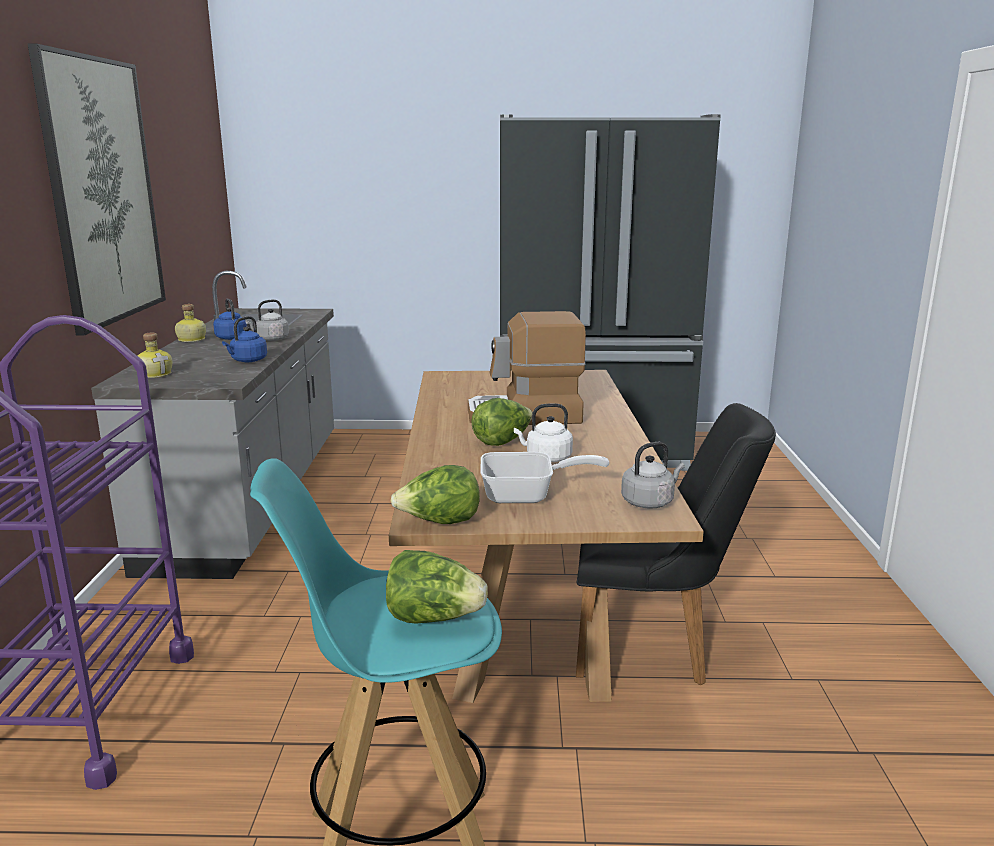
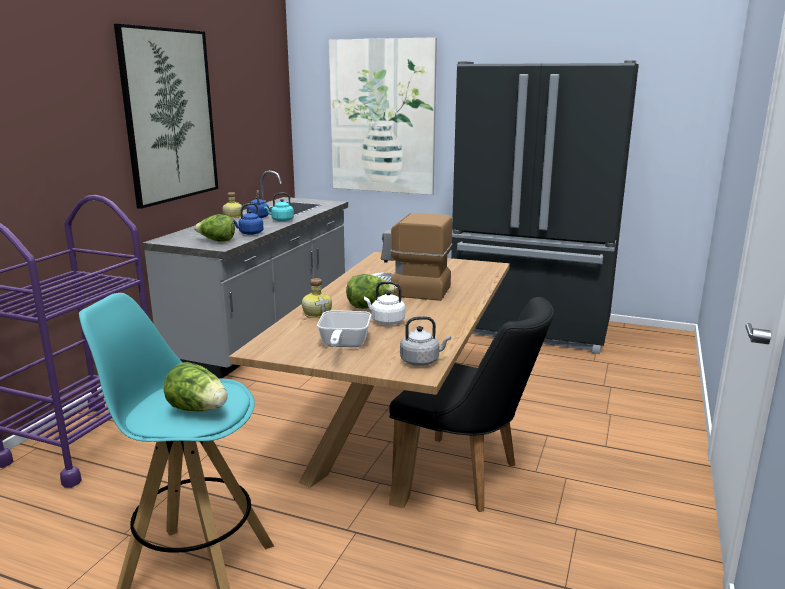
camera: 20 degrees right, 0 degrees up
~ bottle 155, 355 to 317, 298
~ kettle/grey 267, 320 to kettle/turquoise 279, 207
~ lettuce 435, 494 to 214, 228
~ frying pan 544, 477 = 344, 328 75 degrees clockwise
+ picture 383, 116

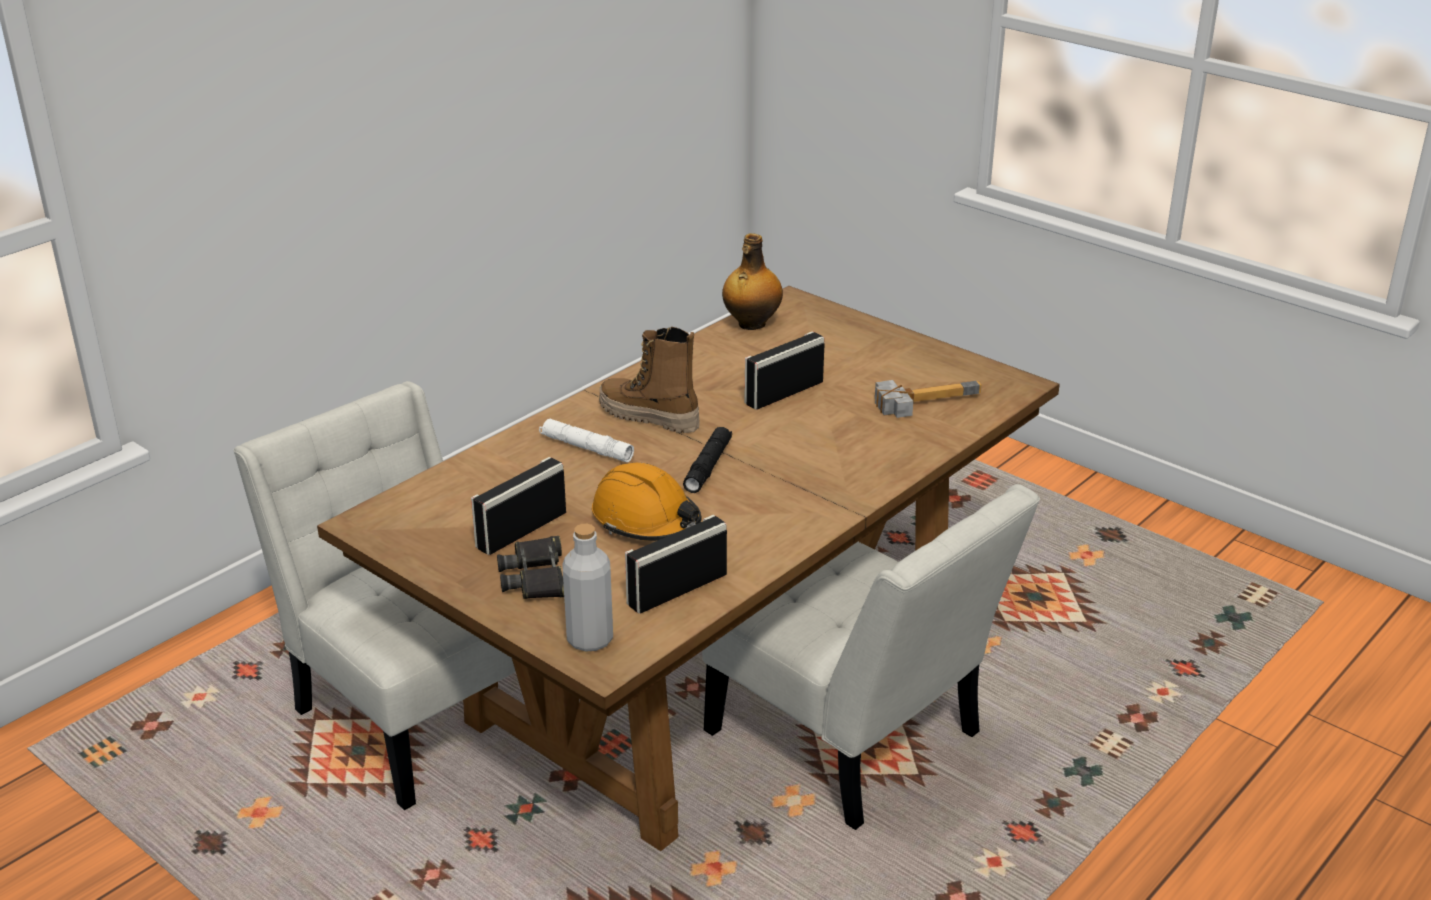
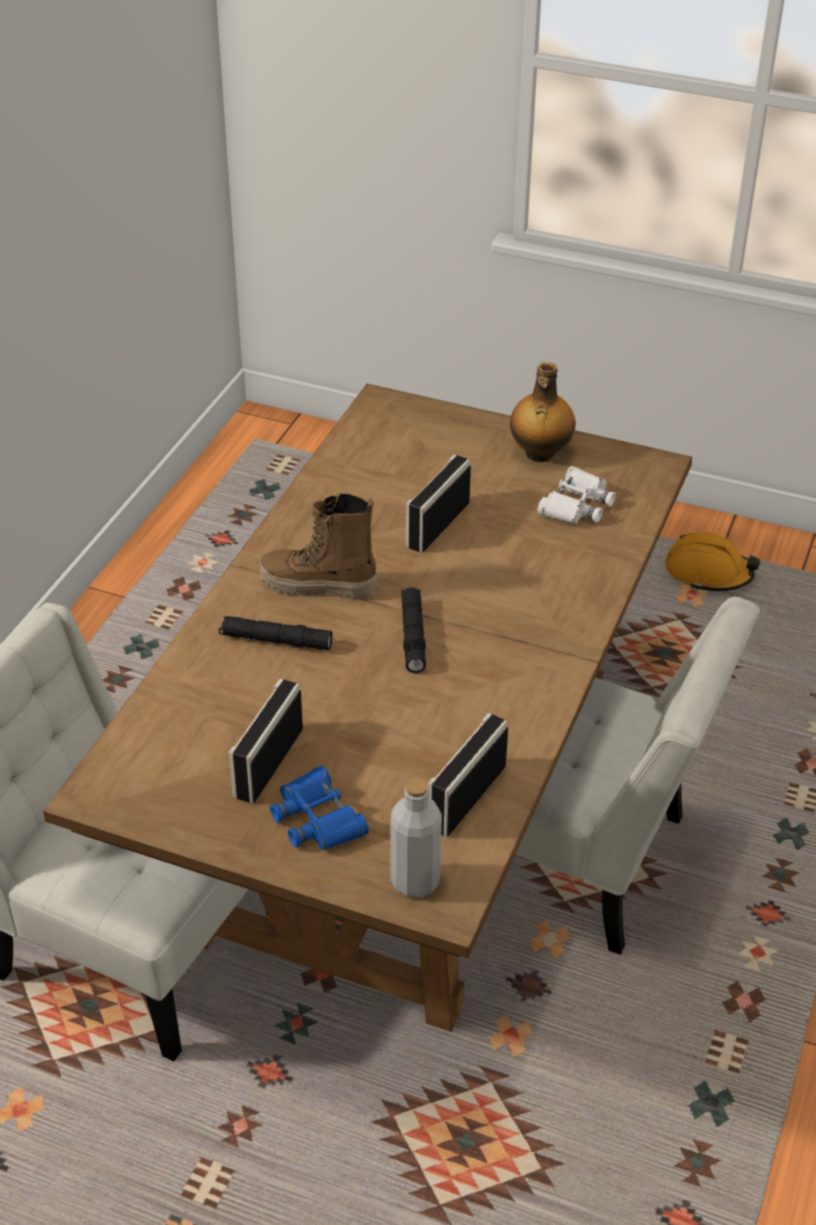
camera: 20 degrees left, 10 degrees up
~ binoculars/black 530, 567 to binoculars/blue 319, 808
~ flashlight/white 586, 440 to flashlight/black 275, 633
~ hard hat/orange 647, 502 to 713, 561
~ bottle 752, 281 to 543, 412
~ hammer 928, 399 to binoculars/white 576, 495

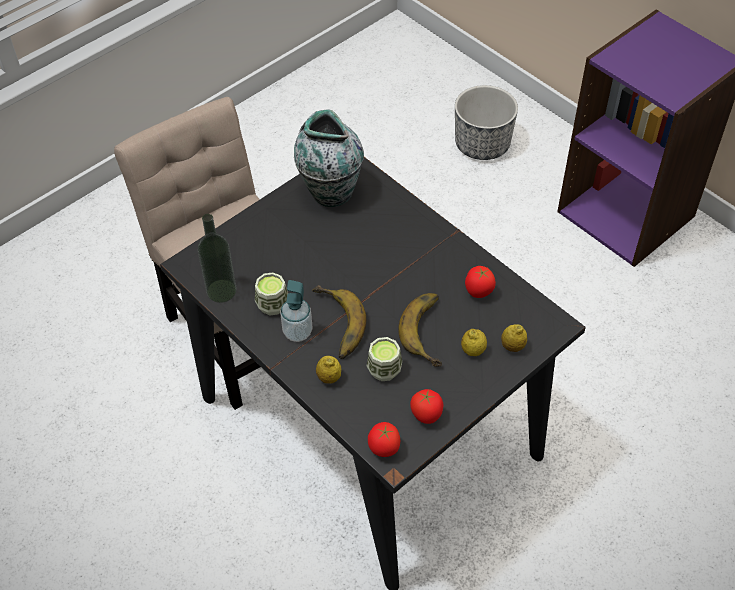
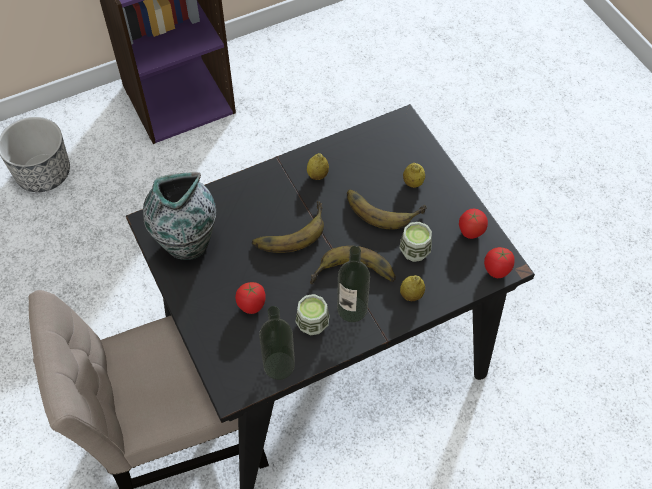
camera: 75 degrees left, 5 degrees up
~ soap dispenser 296, 311 to bottle 353, 284
~ tomato 480, 282 to 250, 298
~ lemon 514, 338 to 318, 166
+ banana 288, 227

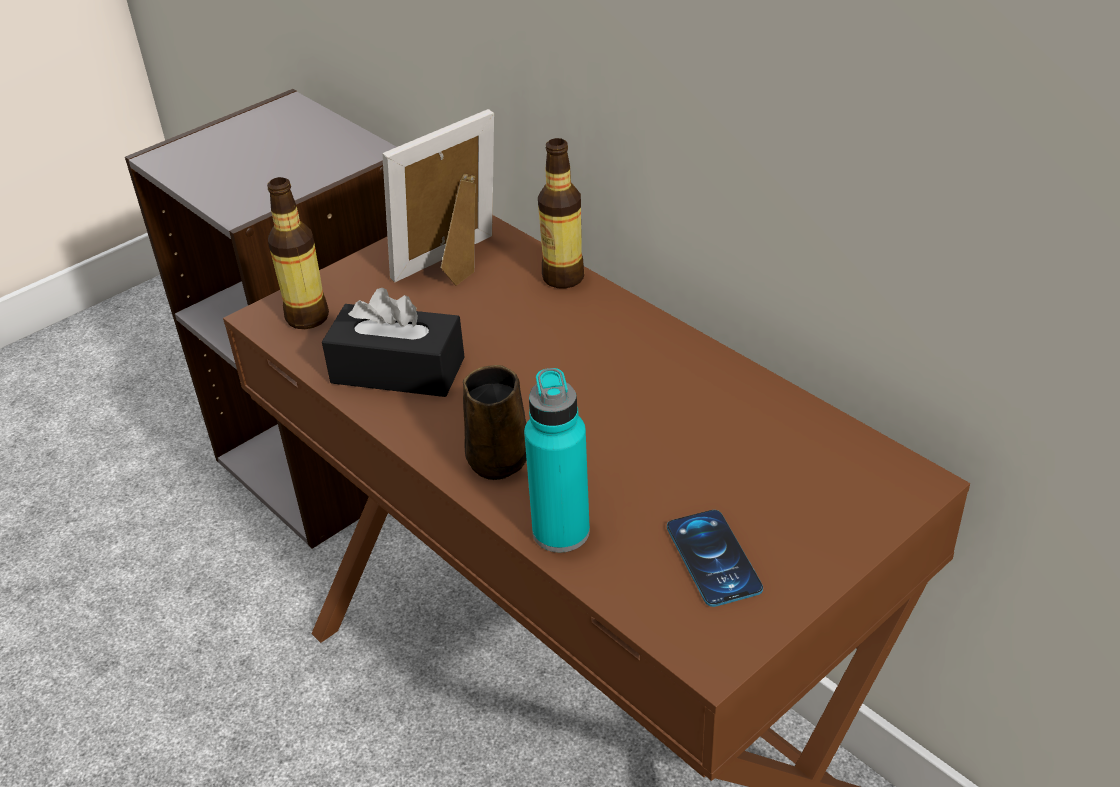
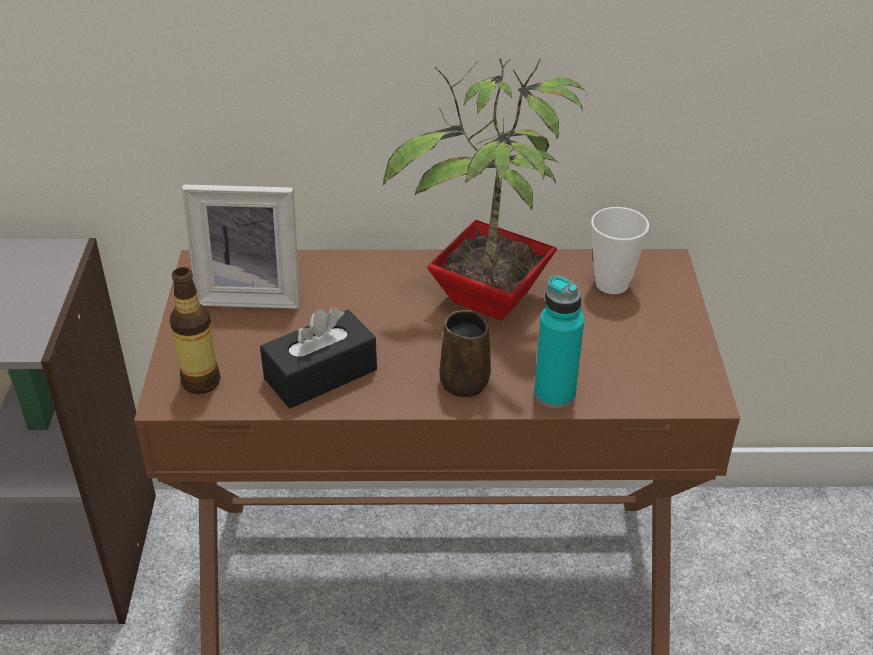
camera: 50 degrees left, 0 degrees up
~ picture frame 438, 197 = 241, 246 90 degrees counterclockwise
- bottle 561, 213
- phone 715, 558
+ potted plant 485, 189
+ cup 620, 250

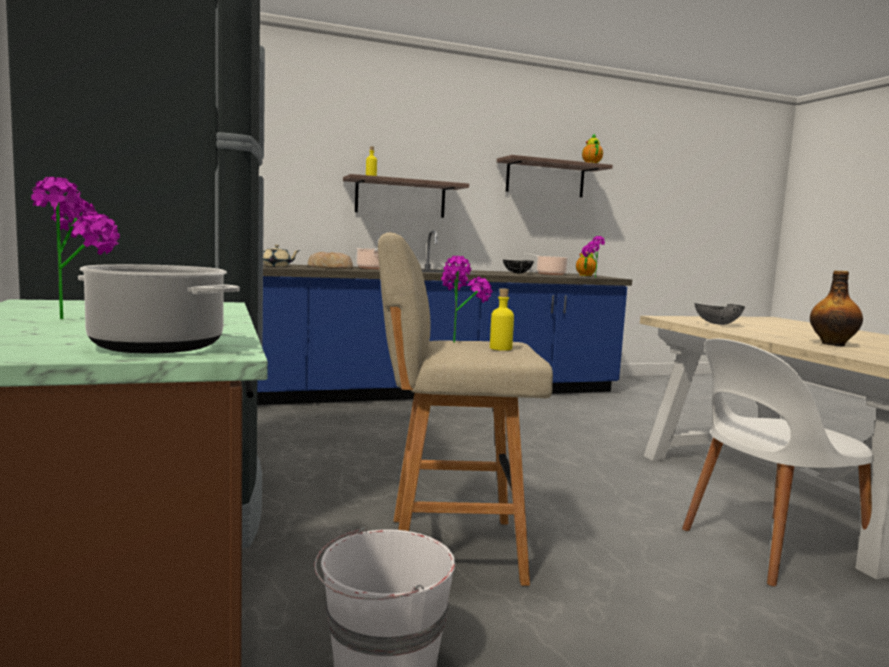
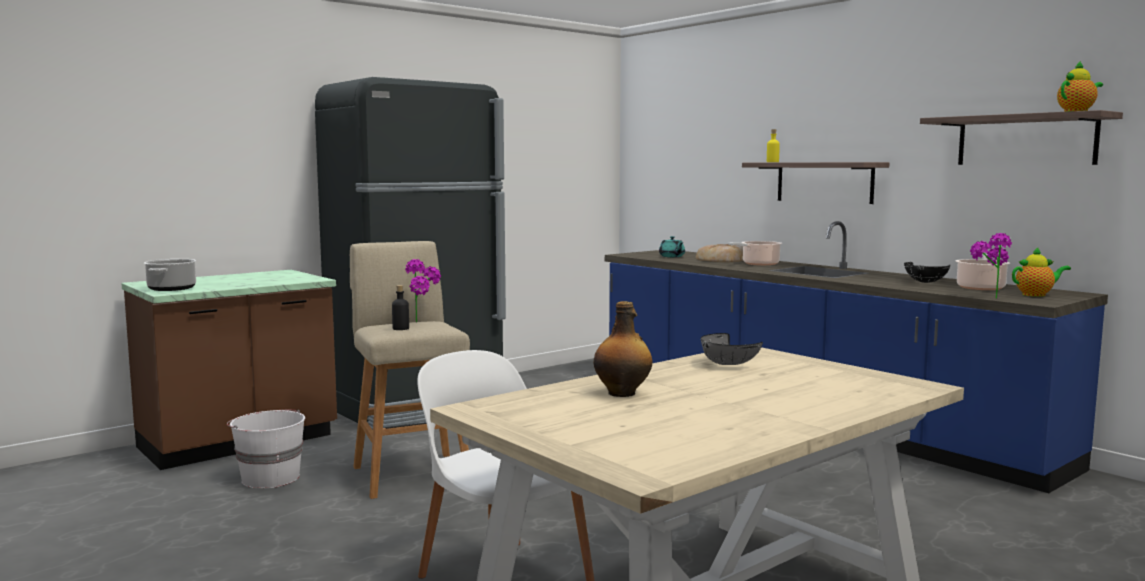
camera: 70 degrees right, 0 degrees up
- potted plant 75, 248
~ teapot/beige 281, 256 to teapot/turquoise 672, 246
~ bottle/yellow 502, 319 to bottle/black 400, 307

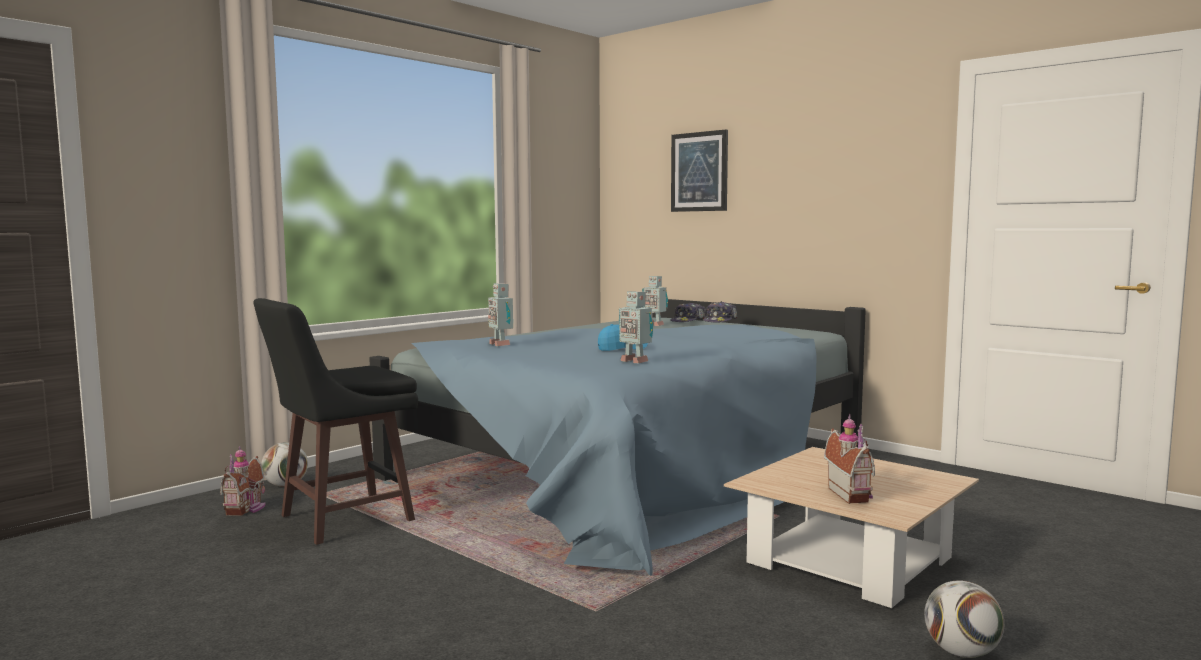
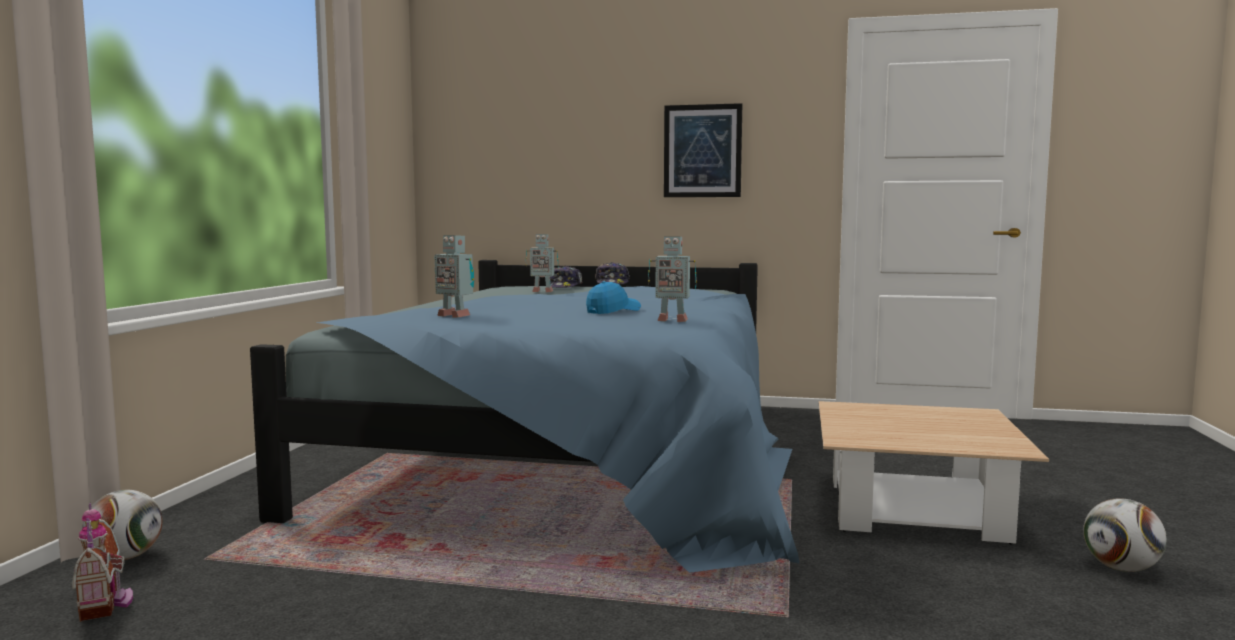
camera: 30 degrees left, 0 degrees up
- stool/black 335, 421
~ picture 699, 170 to 703, 150
- toy house 849, 459

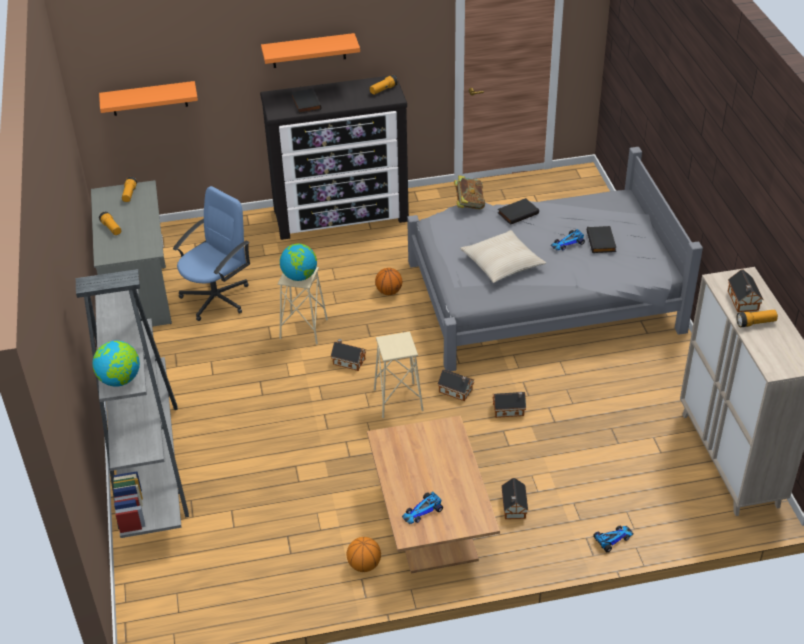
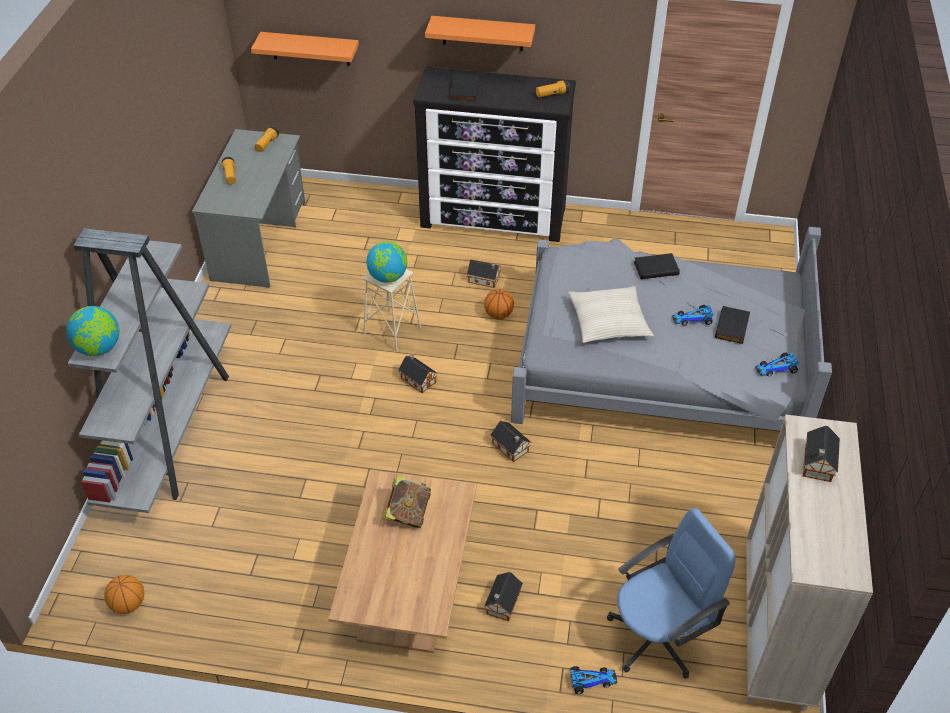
camera: 20 degrees right, 5 degrees up
~ office chair/blue 211, 253 to 671, 593
~ basketball 363, 554 to 124, 594
- stool/beige 399, 375
~ toy car 422, 507 to 776, 364
~ book 469, 192 to 406, 501
~ toy house 509, 405 to 484, 273
- flashlight 757, 318

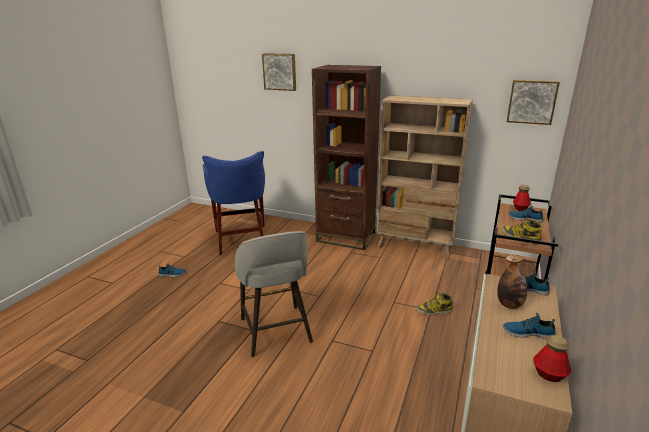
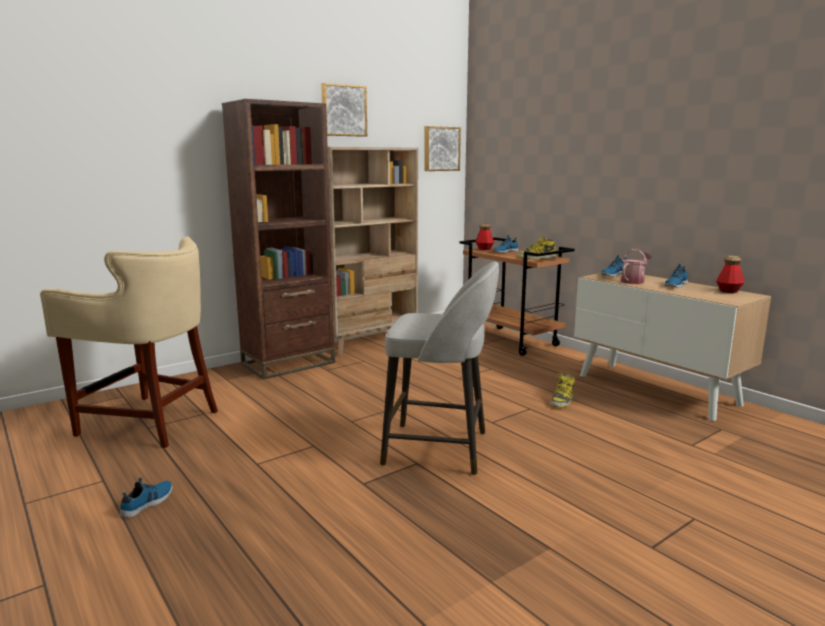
camera: 60 degrees left, 10 degrees down
~ stool/blue 233, 203 to stool/beige 129, 342
~ picture 279, 72 to 344, 110
~ boot 434, 303 to 562, 390
~ bottle 512, 282 to watering can 636, 266

